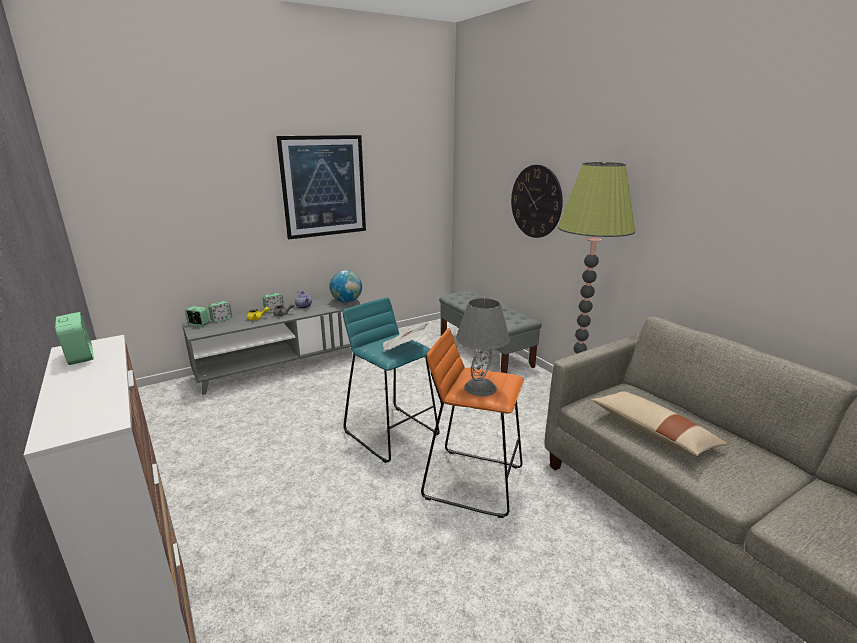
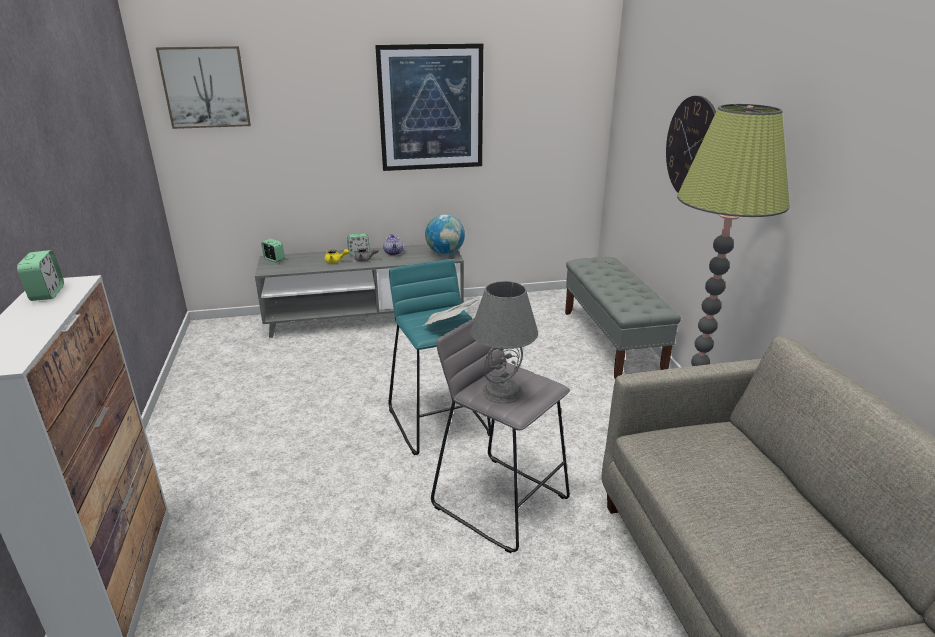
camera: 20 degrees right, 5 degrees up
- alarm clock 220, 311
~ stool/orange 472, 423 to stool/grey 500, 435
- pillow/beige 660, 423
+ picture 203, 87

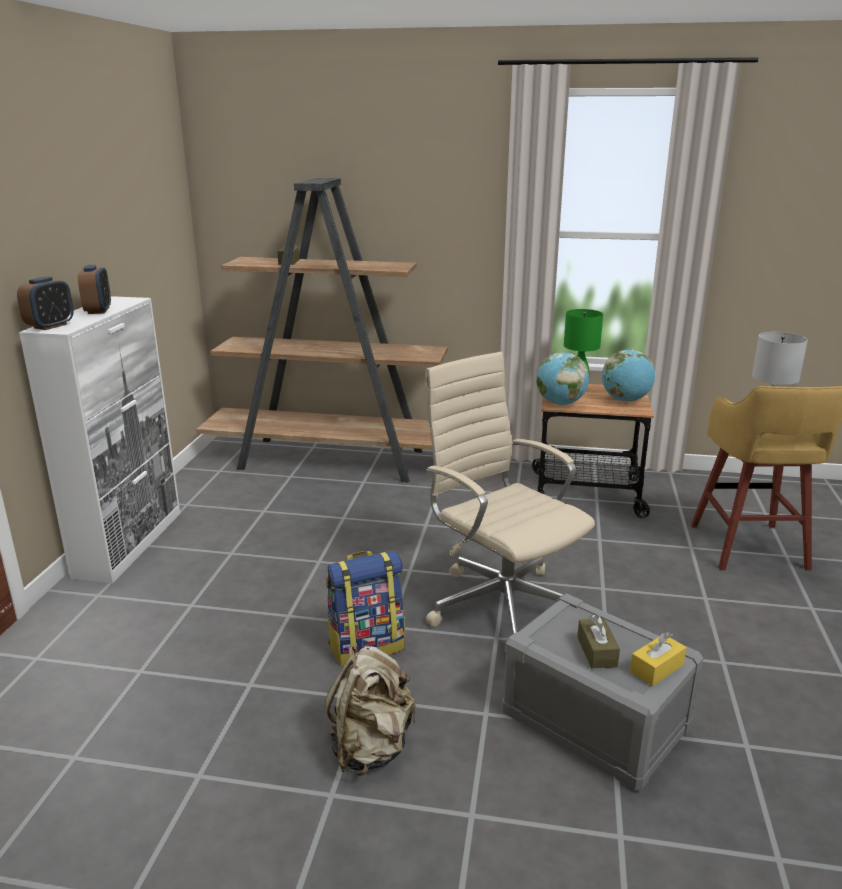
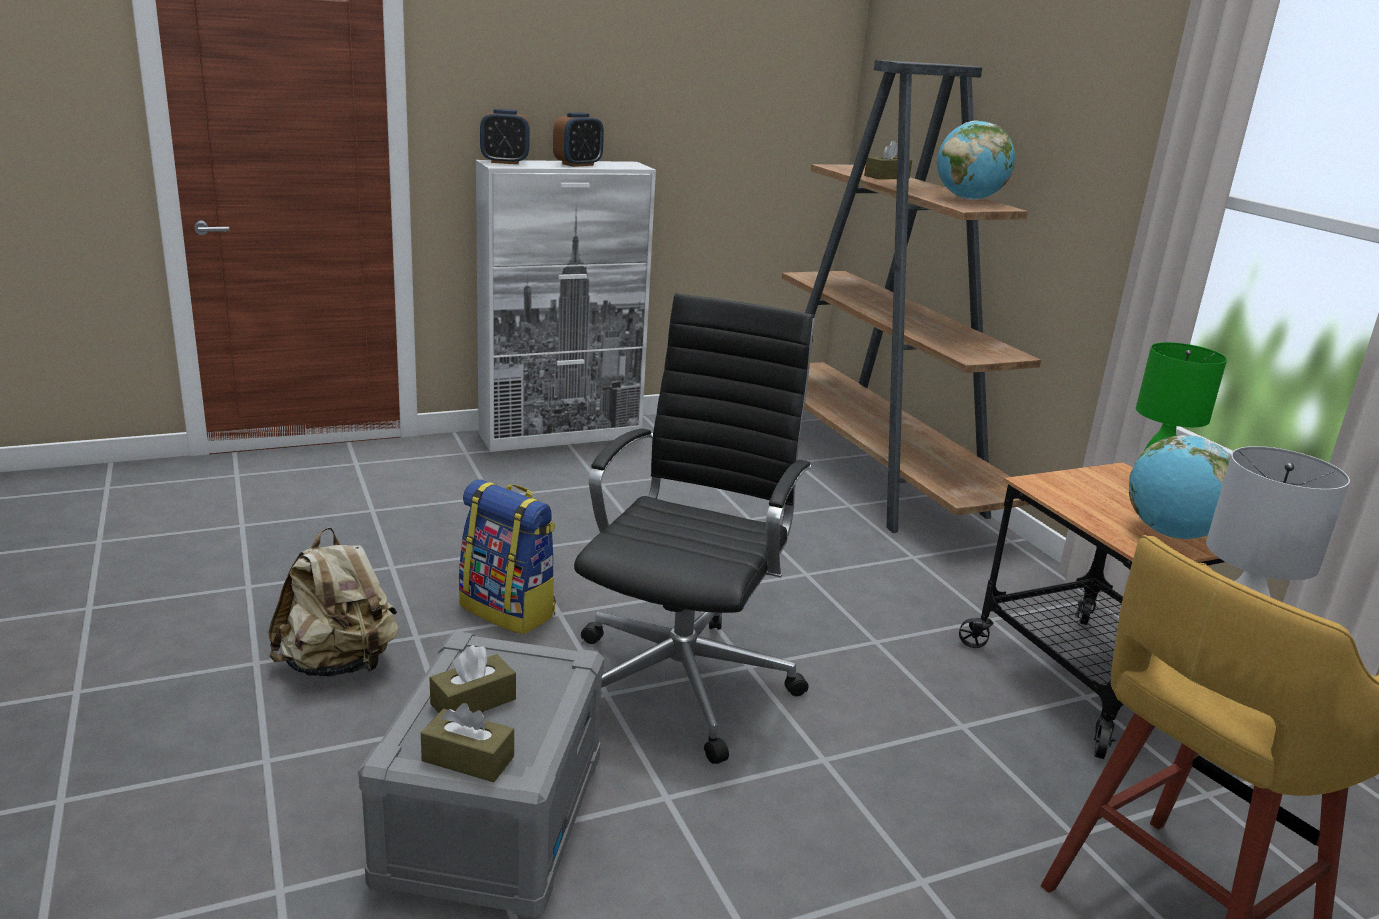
camera: 55 degrees right, 0 degrees up
~ office chair/beige 509, 493 to office chair/black 694, 528
~ globe 562, 378 to 976, 160
~ tissue box/yellow 658, 659 to tissue box/brown 467, 742

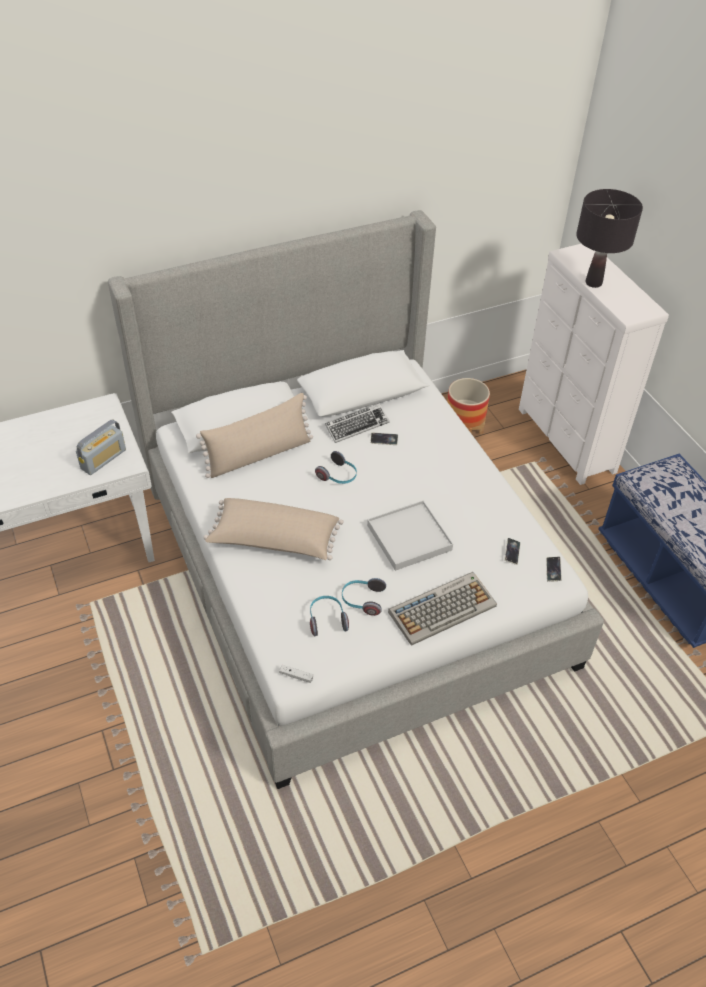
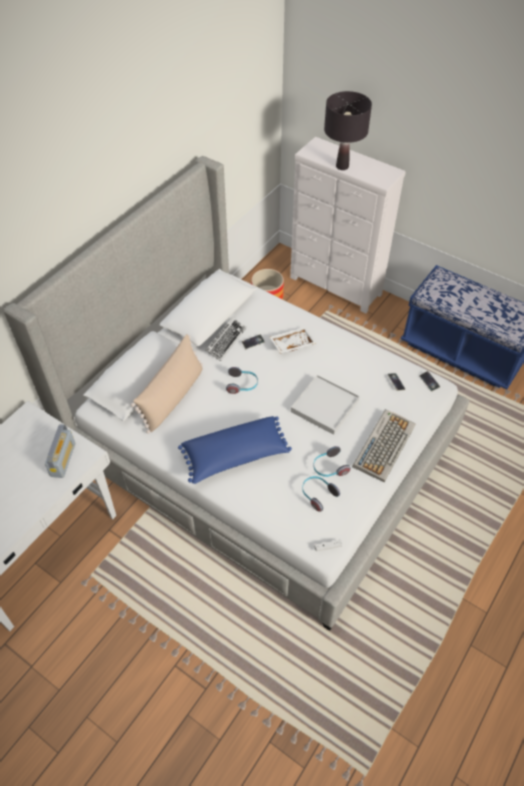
camera: 30 degrees left, 5 degrees up
~ pillow/beige 273, 529 to pillow/blue 235, 450
+ tray/white 292, 340

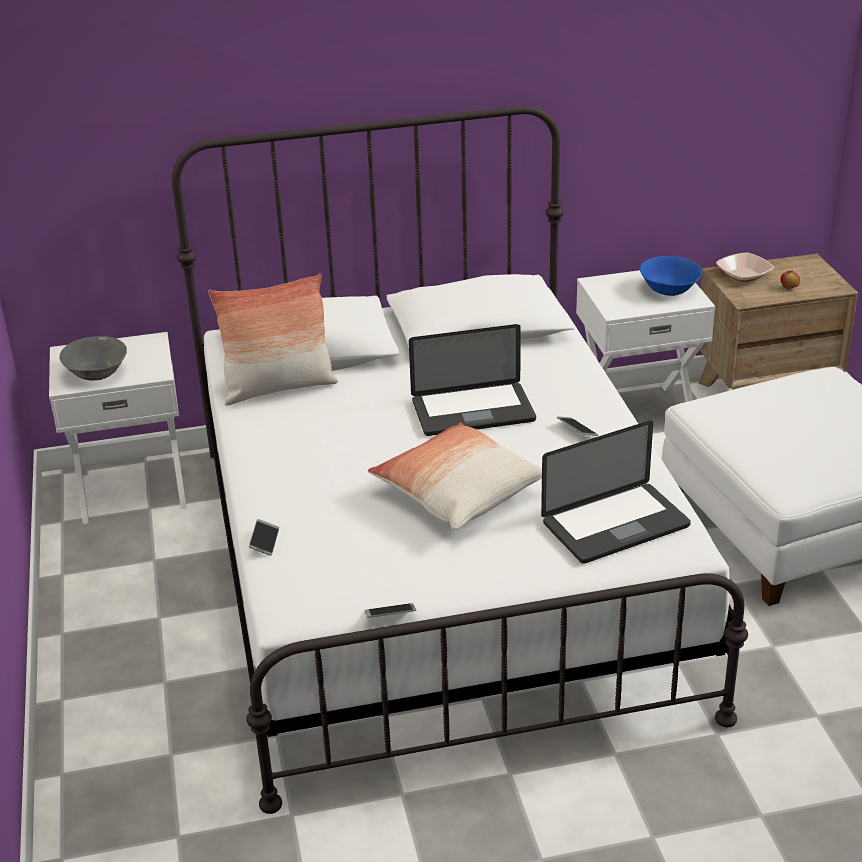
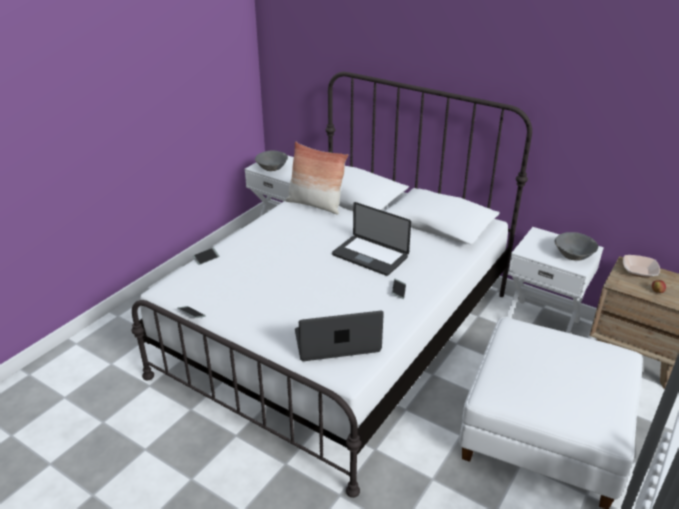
camera: 45 degrees right, 0 degrees up
- pillow 455, 476
~ laptop 616, 492 = 339, 336 150 degrees clockwise
~ bowl/blue 671, 276 to bowl/grey 576, 246

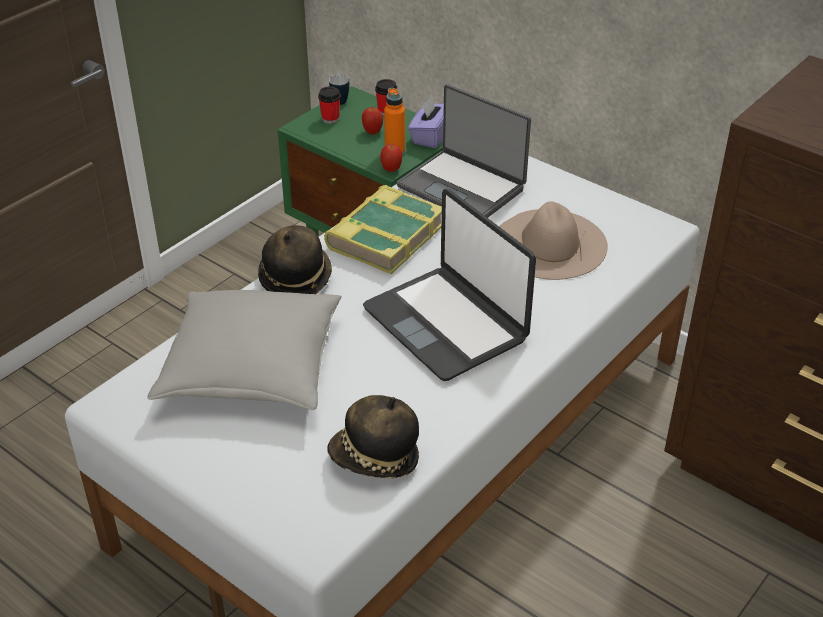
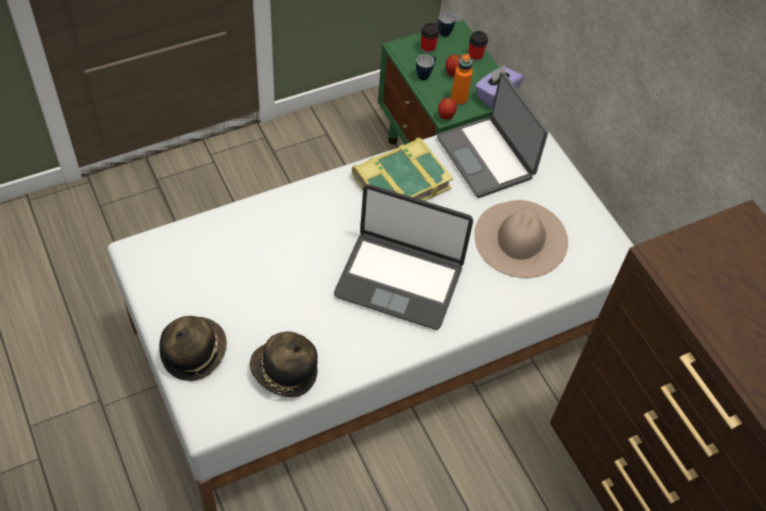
camera: 20 degrees right, 15 degrees up
- pillow/grey 245, 350
~ hat 295, 259 to 193, 348
~ laptop 449, 285 = 403, 257 60 degrees counterclockwise
+ mug 426, 67

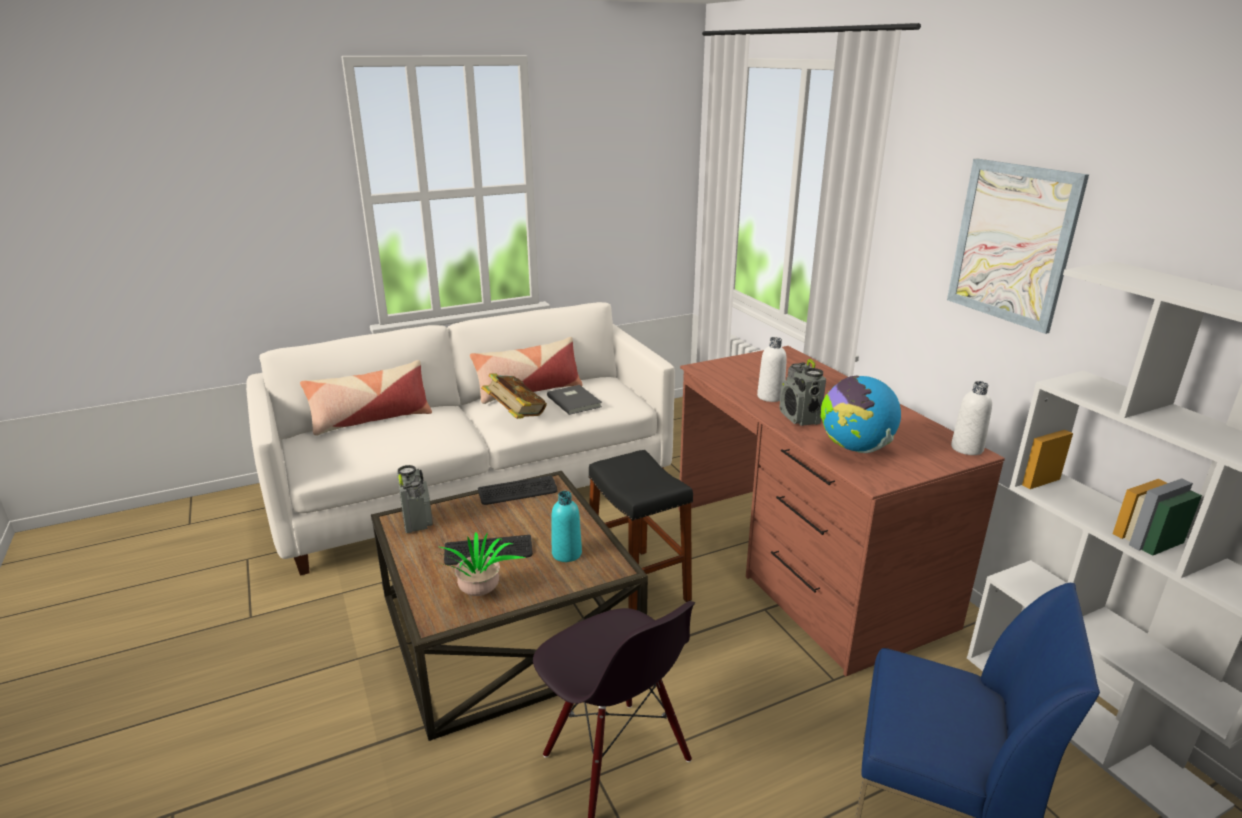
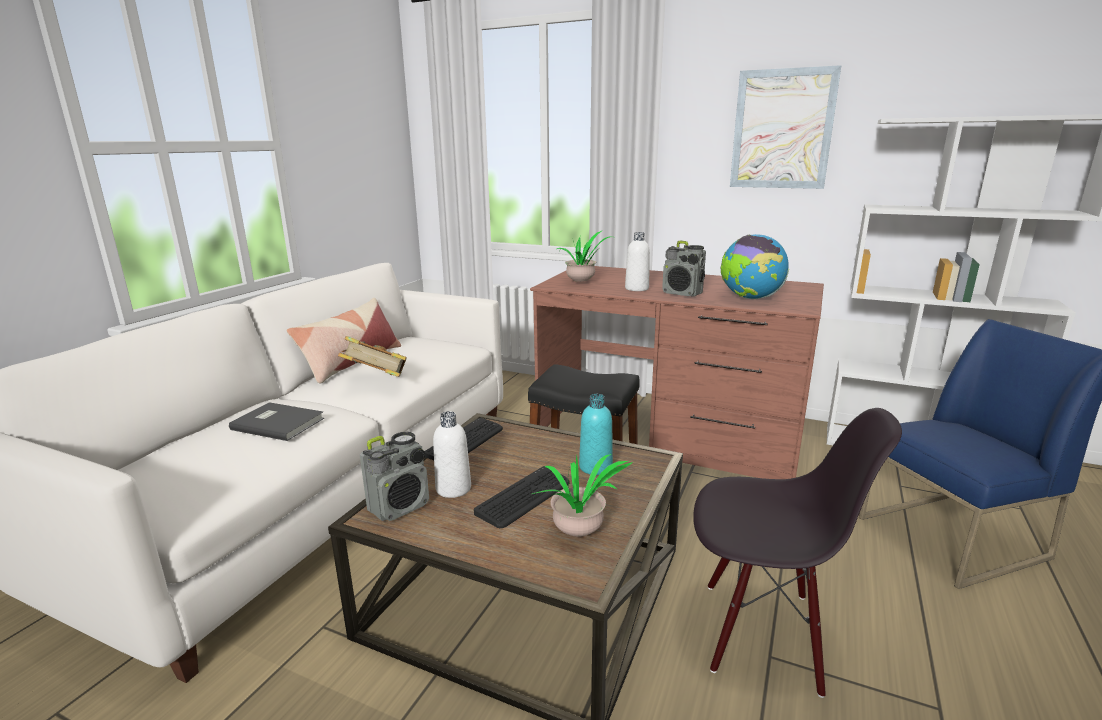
camera: 40 degrees left, 5 degrees down
- pillow 366, 398
~ radio 415, 499 = 394, 476 105 degrees clockwise
~ book/grey 574, 400 to 276, 421
~ bottle/white 971, 418 to 452, 454
+ potted plant 583, 256

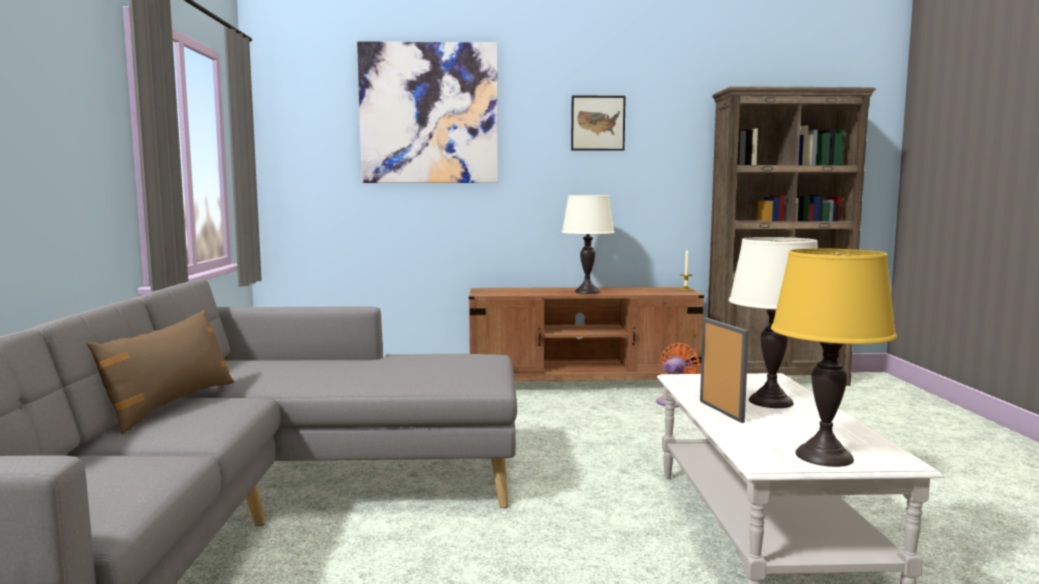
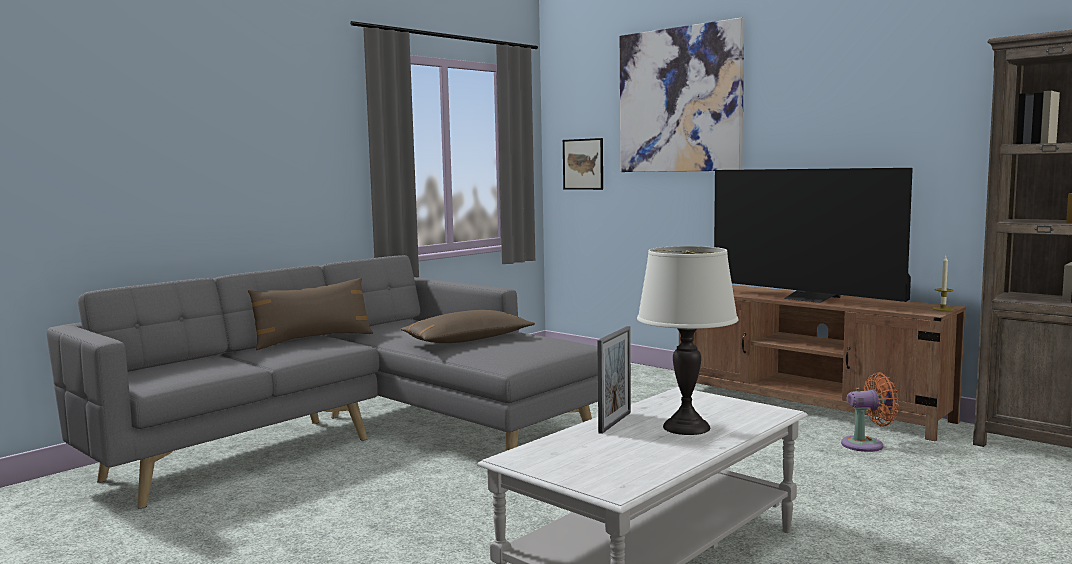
camera: 45 degrees right, 0 degrees up
~ table lamp/white 588, 244 to television 813, 235
~ picture 598, 123 to 583, 164
- table lamp/yellow 834, 357
+ pillow/brown 468, 326

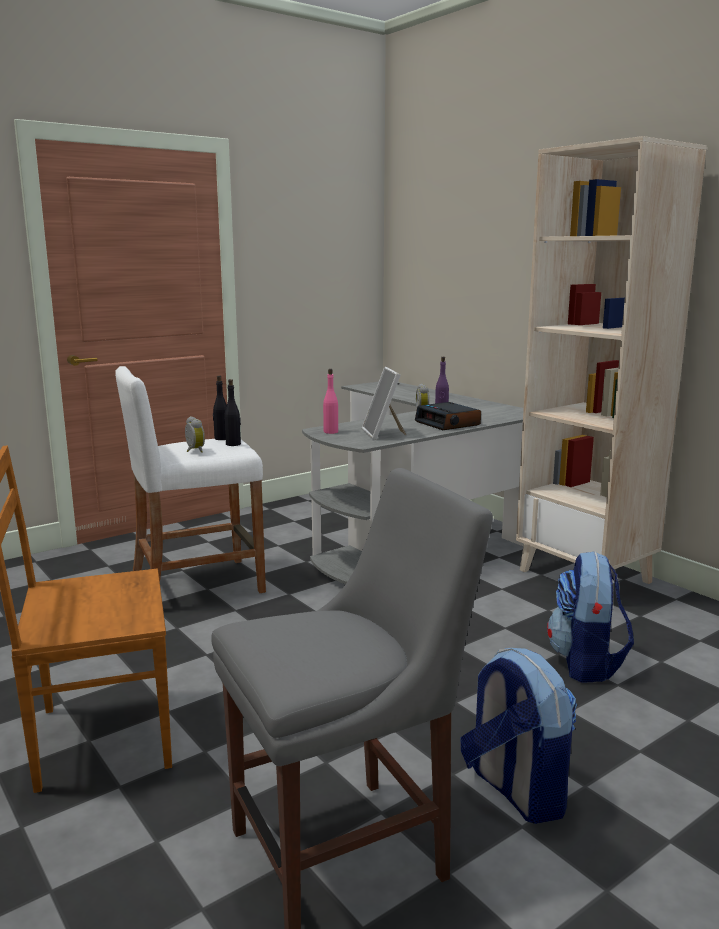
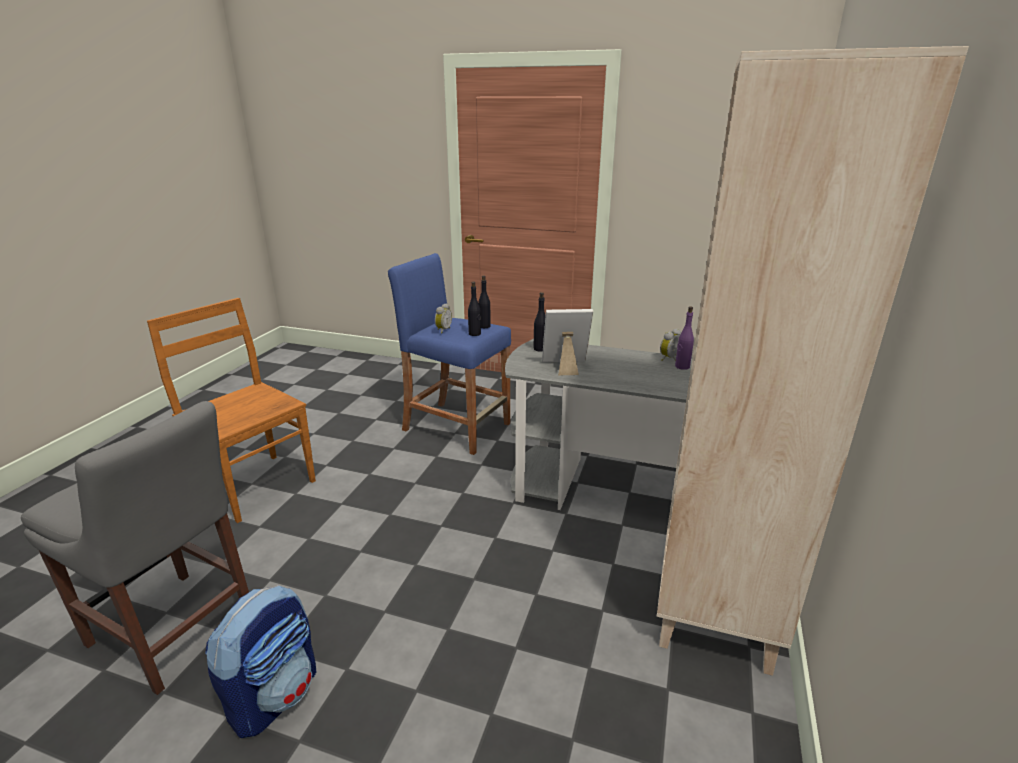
camera: 55 degrees right, 10 degrees up
~ stool/white 190, 479 to stool/blue 449, 354
~ bottle/pink 330, 401 to bottle/black 539, 322
~ picture frame 384, 403 = 567, 342 45 degrees clockwise
- alarm clock 448, 416
- backpack 590, 616

